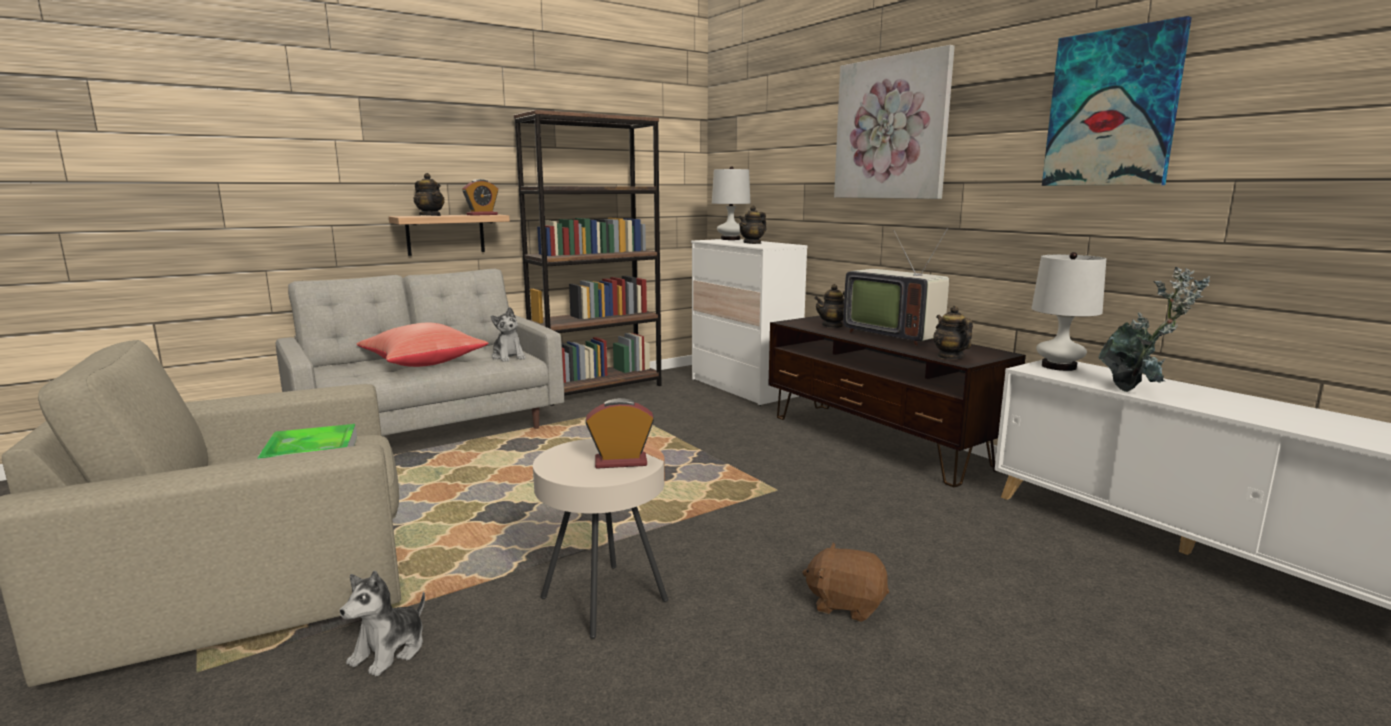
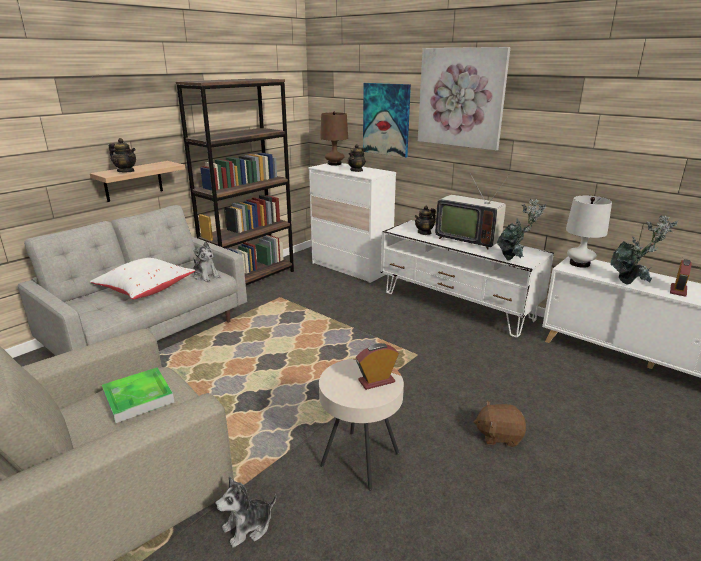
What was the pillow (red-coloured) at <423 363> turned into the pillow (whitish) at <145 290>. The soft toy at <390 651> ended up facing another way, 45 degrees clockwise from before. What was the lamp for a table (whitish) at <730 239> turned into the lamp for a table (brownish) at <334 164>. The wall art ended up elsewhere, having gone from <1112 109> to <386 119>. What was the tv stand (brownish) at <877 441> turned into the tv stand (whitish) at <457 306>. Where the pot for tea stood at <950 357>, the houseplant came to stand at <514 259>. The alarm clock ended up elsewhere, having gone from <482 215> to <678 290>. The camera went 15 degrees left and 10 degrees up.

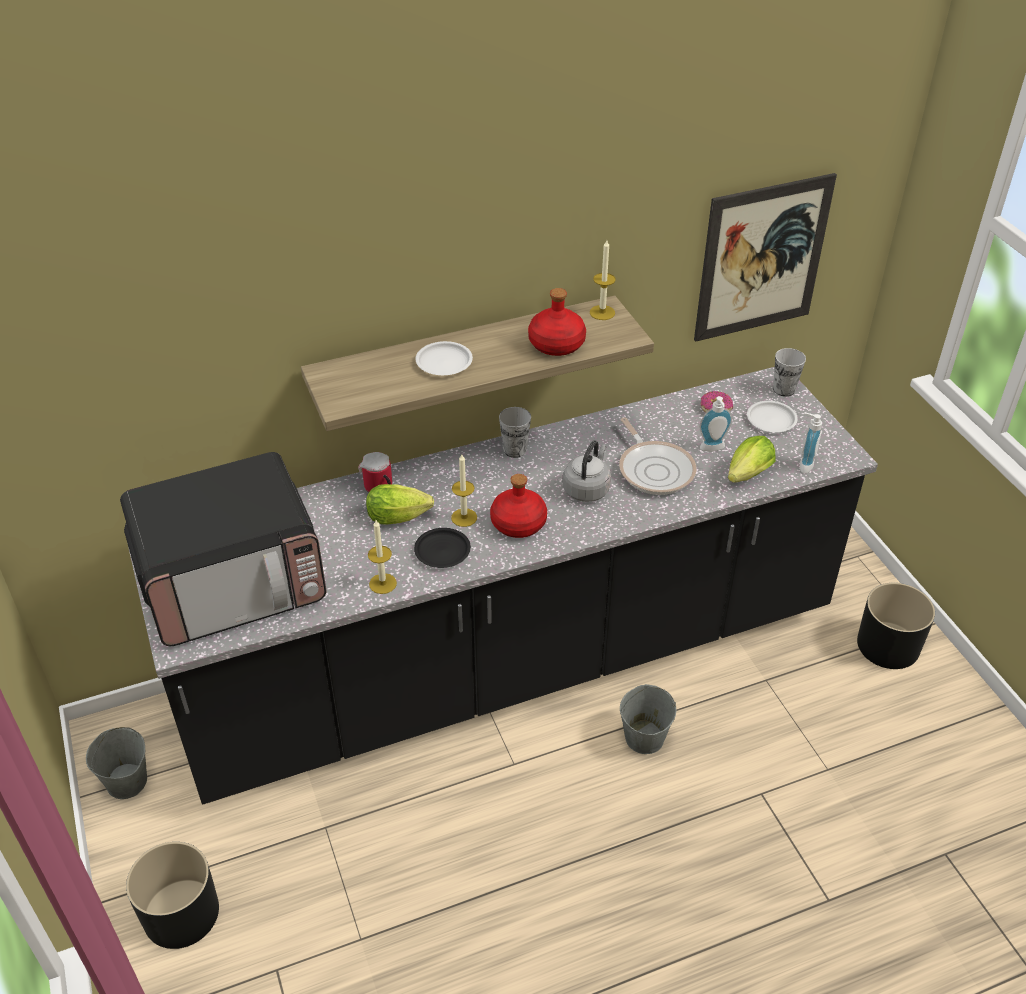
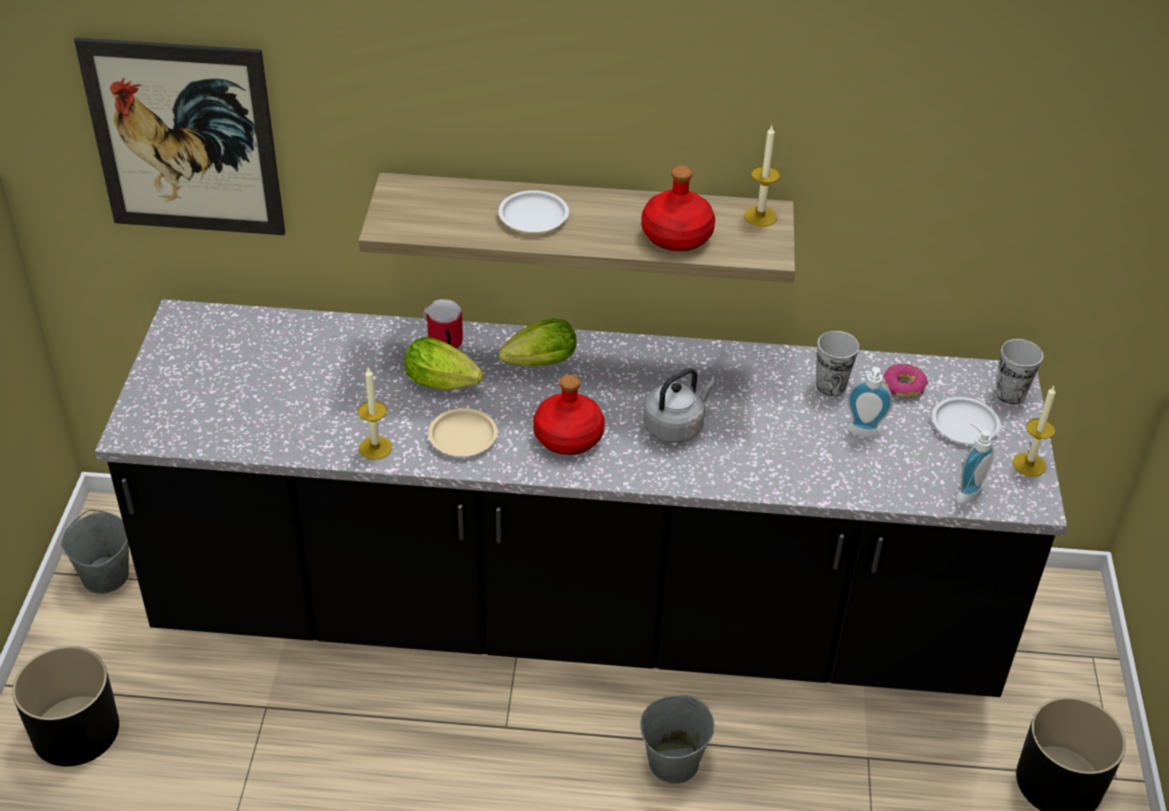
The wall art ended up elsewhere, having gone from <762 259> to <184 139>. What was the dinner plate (black-coloured) at <442 551> turned into the dinner plate (beige) at <462 436>. The head of lettuce ended up elsewhere, having gone from <746 476> to <536 364>. The cup ended up elsewhere, having gone from <515 450> to <831 385>. The wax candle ended up elsewhere, having gone from <464 517> to <1029 464>. The second view lost the microwave oven at <233 581>. The second view lost the frying pan at <655 469>. The camera went 25 degrees right and 0 degrees up.

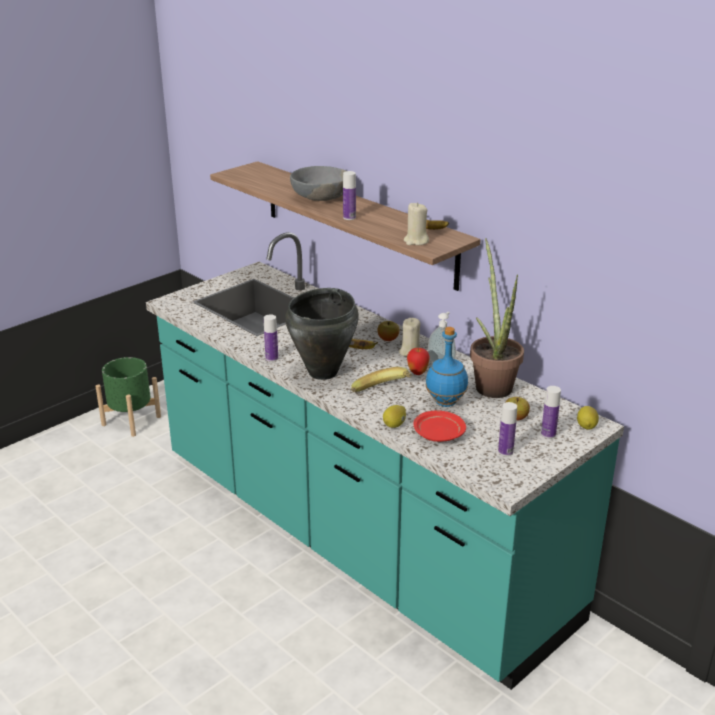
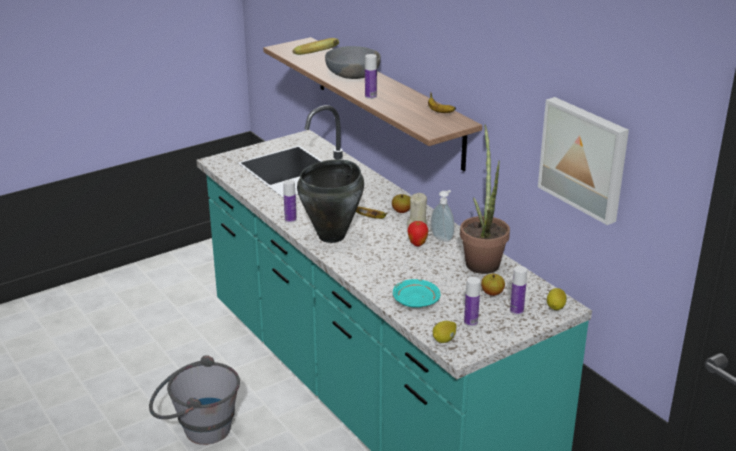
The second view gained the bucket (greyish) at <197 429>. The whole banana ended up elsewhere, having gone from <384 393> to <318 57>. What was the dinner plate (red-coloured) at <438 434> turned into the dinner plate (turquoise-coloured) at <415 300>. The citrus fruit ended up elsewhere, having gone from <394 425> to <444 340>. The second view gained the wall art at <585 158>. The second view lost the flower pot (greenish) at <131 420>. The second view lost the wax candle (beige) at <416 241>. The second view lost the bottle (bluish) at <446 403>. The camera went 10 degrees right and 0 degrees up.

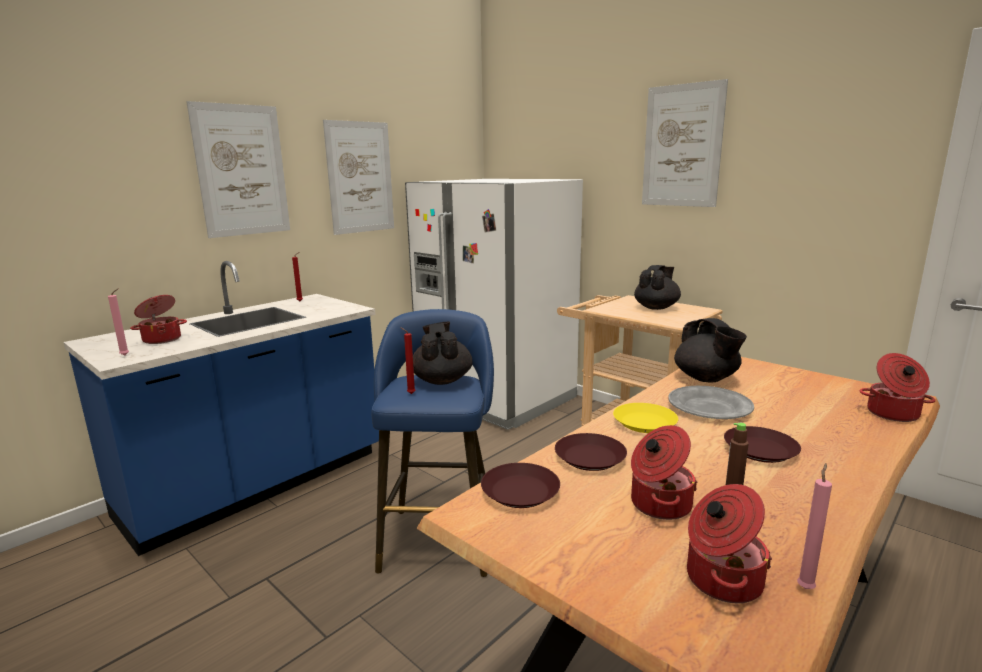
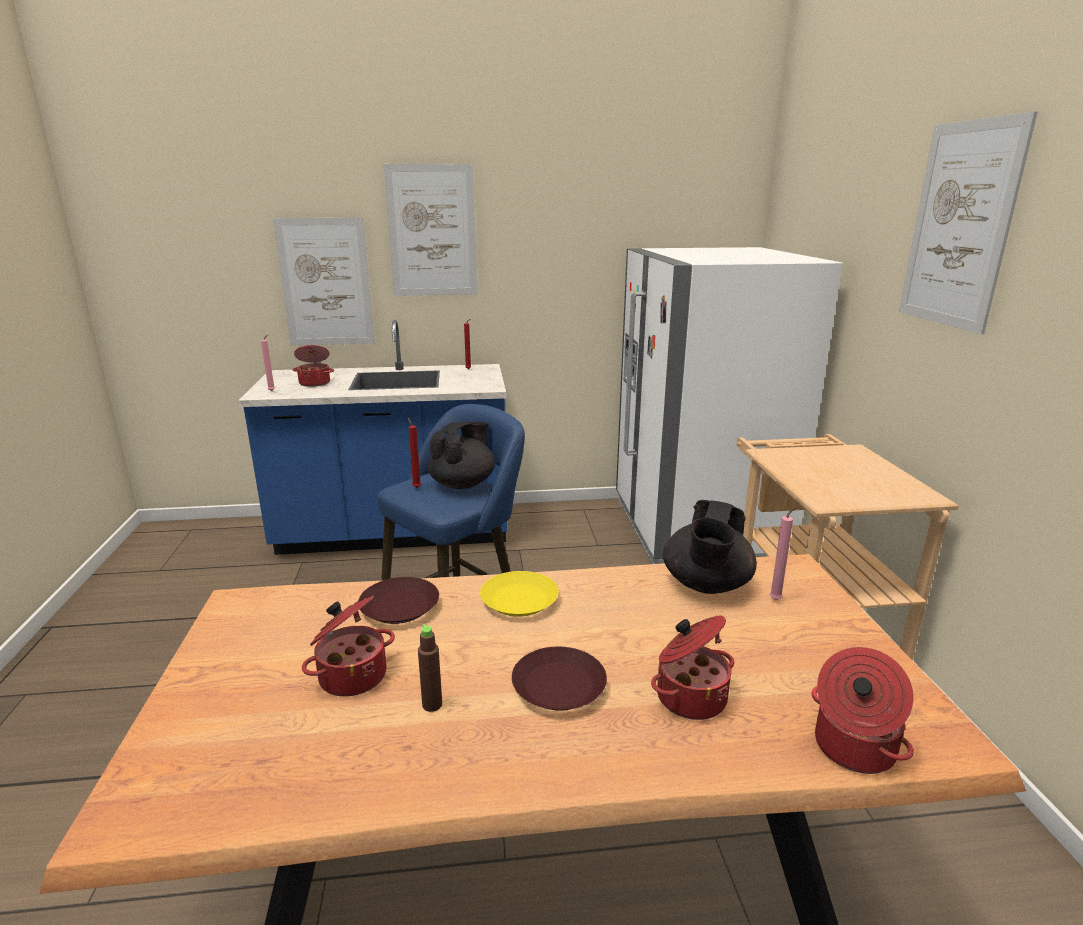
The wall art ended up elsewhere, having gone from <360 177> to <326 283>. The saucepot ended up elsewhere, having gone from <721 579> to <689 696>. The wax candle (pinkish) ended up elsewhere, having gone from <805 587> to <777 599>. The second view lost the dinner plate (brownish) at <521 491>. The second view lost the pot for tea (black-coloured) at <656 307>. The second view lost the dinner plate (greyish) at <709 407>. The camera went 40 degrees right and 5 degrees up.

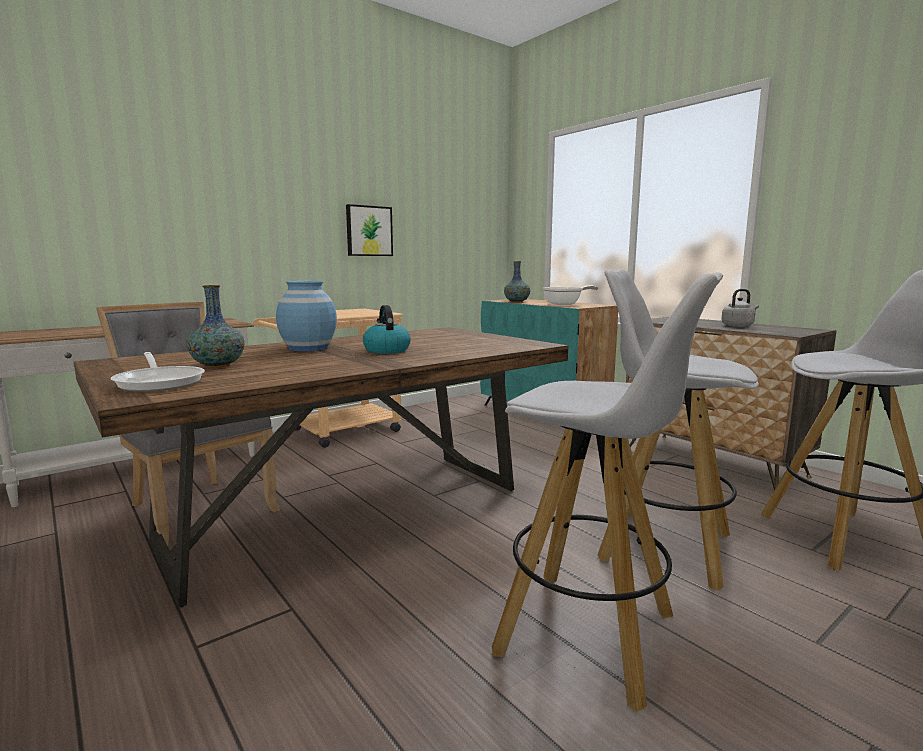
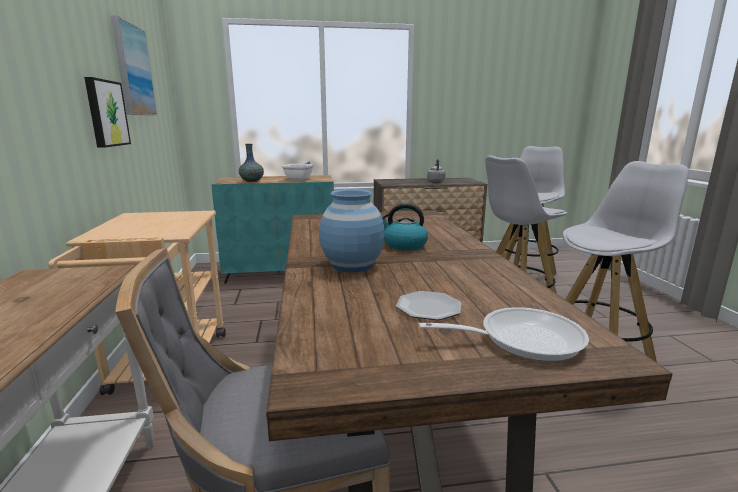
The second view gained the wall art at <133 70>. Where the vase stood at <217 365>, the dinner plate came to stand at <428 308>. The camera went 60 degrees left and 5 degrees up.

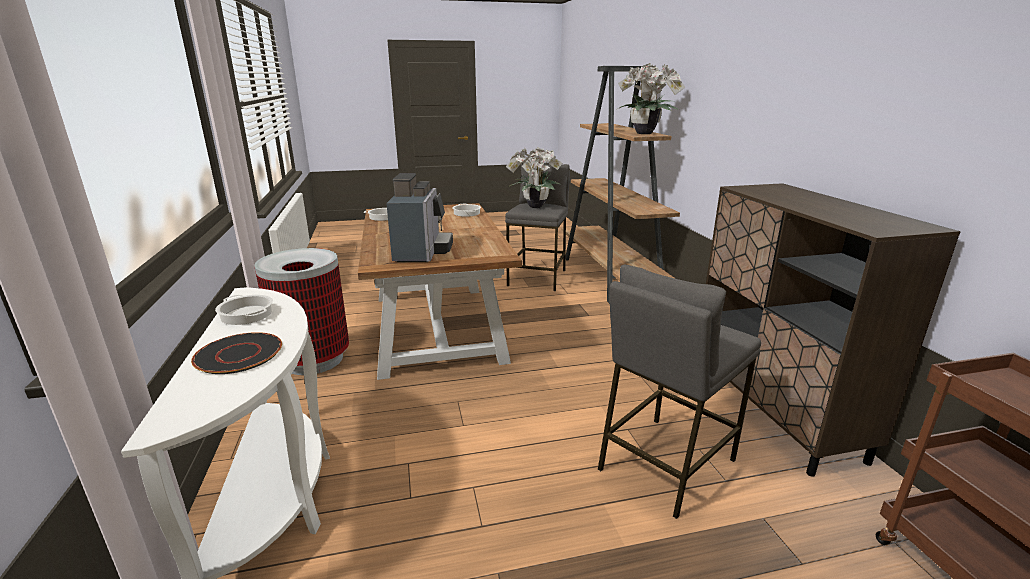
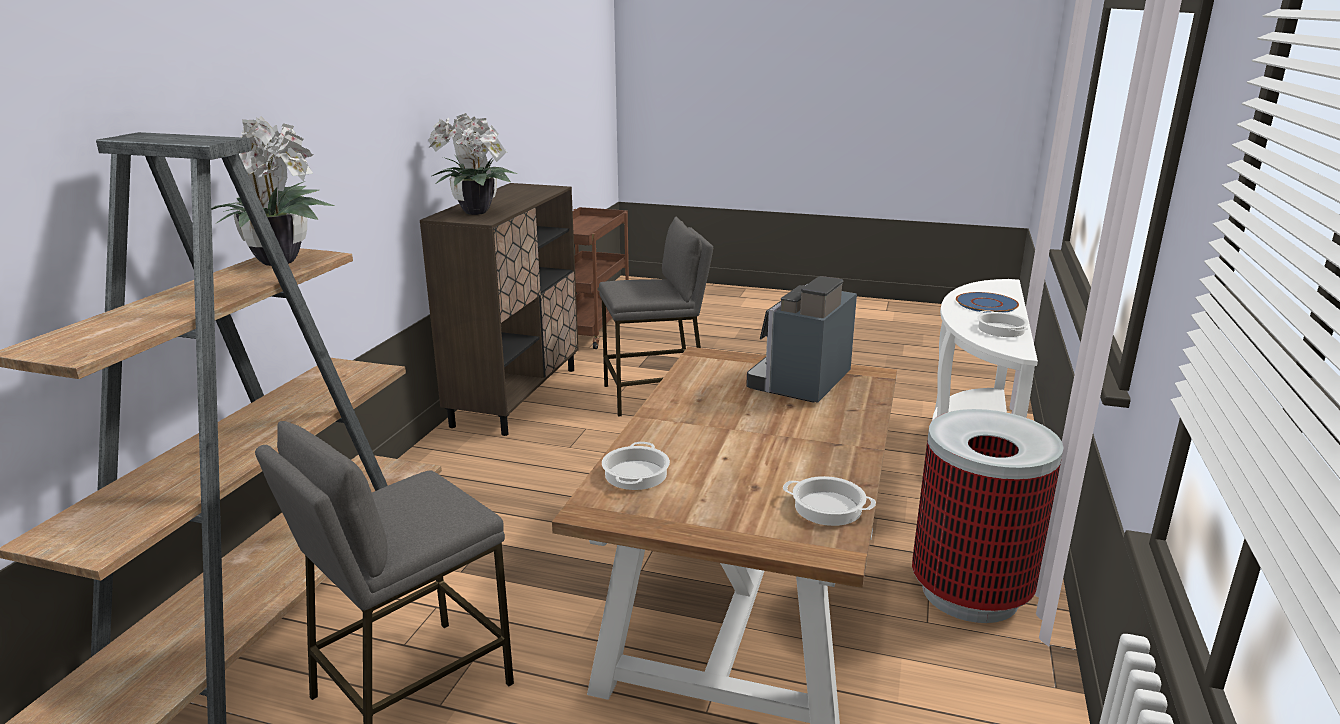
The houseplant ended up elsewhere, having gone from <534 206> to <477 213>. What was the dinner plate (black-coloured) at <238 354> turned into the dinner plate (bluish) at <986 304>. The camera went 150 degrees left and 0 degrees up.

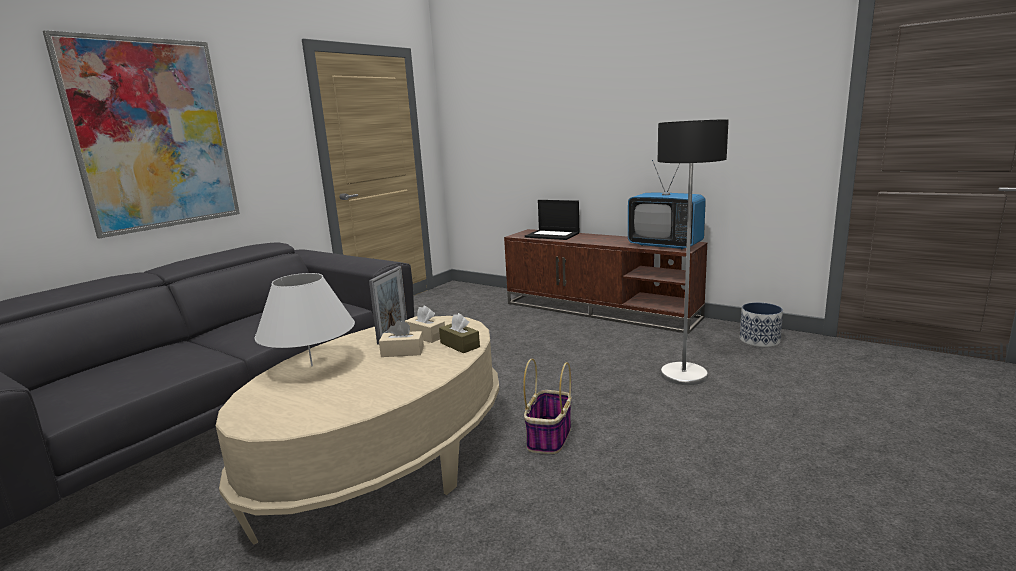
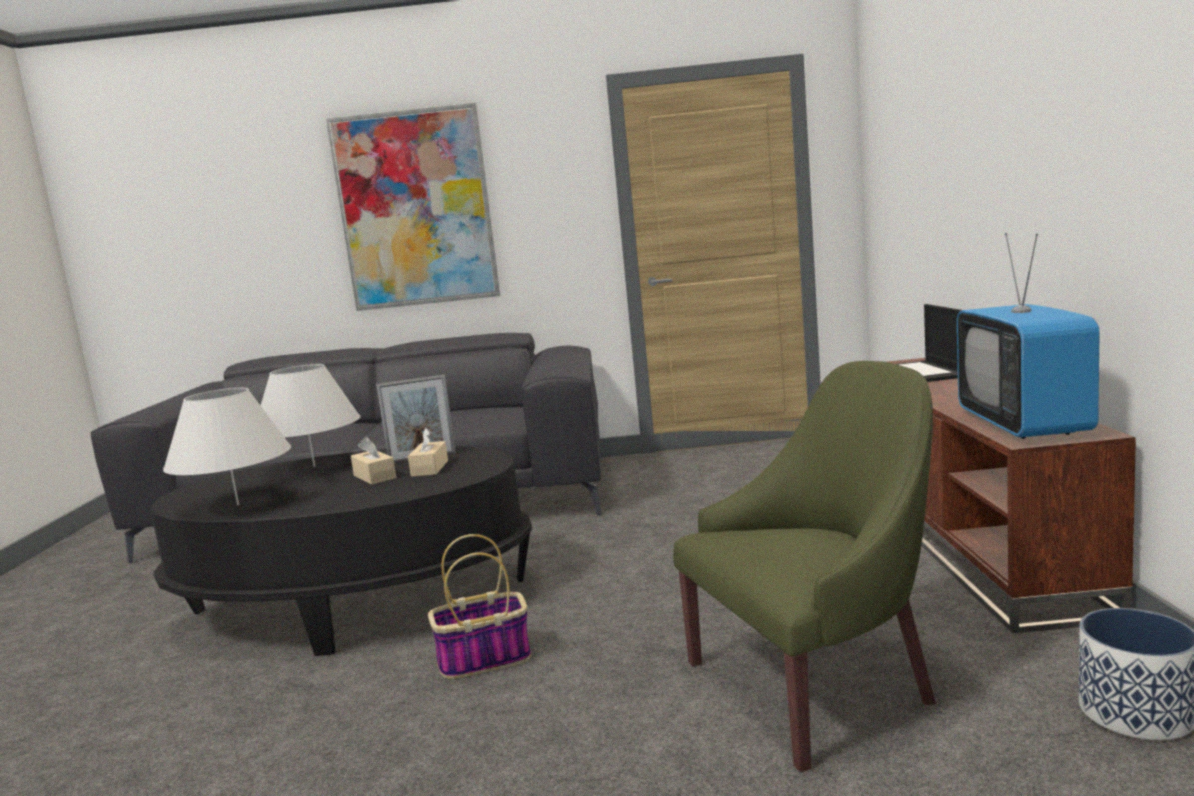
What was the coffee table (beige) at <385 463> turned into the coffee table (black-coloured) at <356 603>. The second view gained the lamp for a table (whitish) at <238 504>. Where the standard lamp stood at <684 374>, the lounge chair (greenish) came to stand at <815 686>. The second view lost the tissue box (brownish) at <460 345>. The camera went 55 degrees right and 5 degrees down.

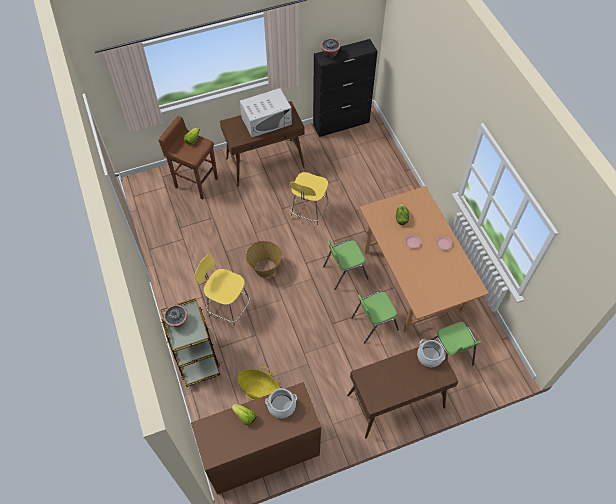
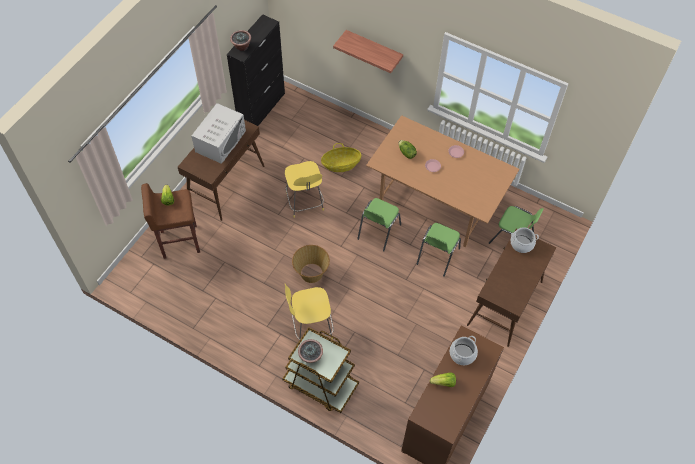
The basket ended up elsewhere, having gone from <259 389> to <341 165>. The second view gained the shelf at <374 49>. The camera went 40 degrees left and 0 degrees up.

